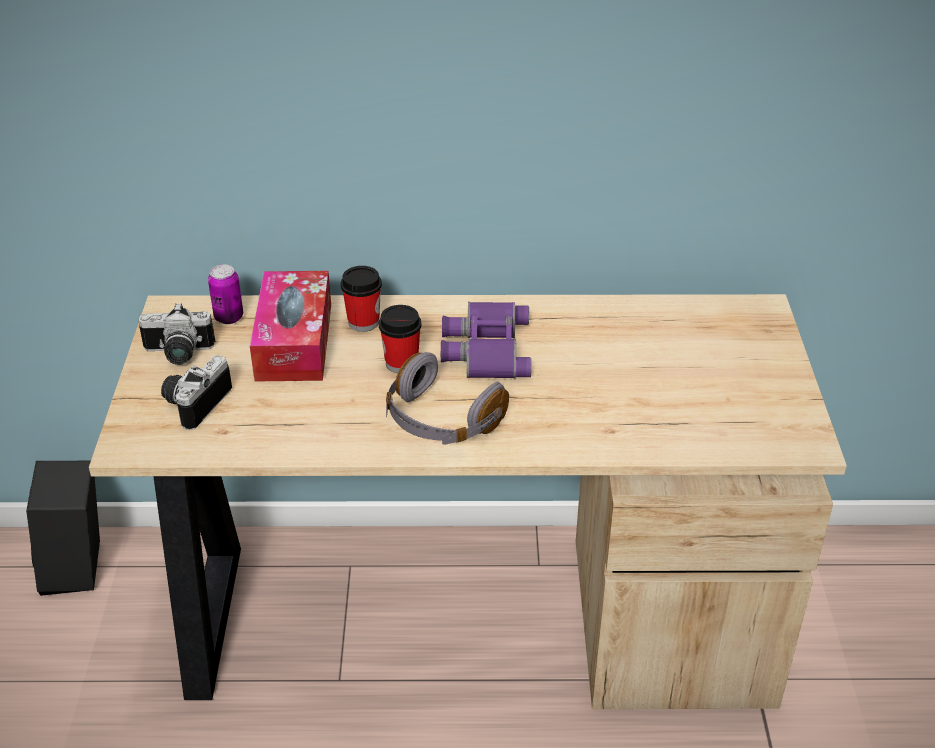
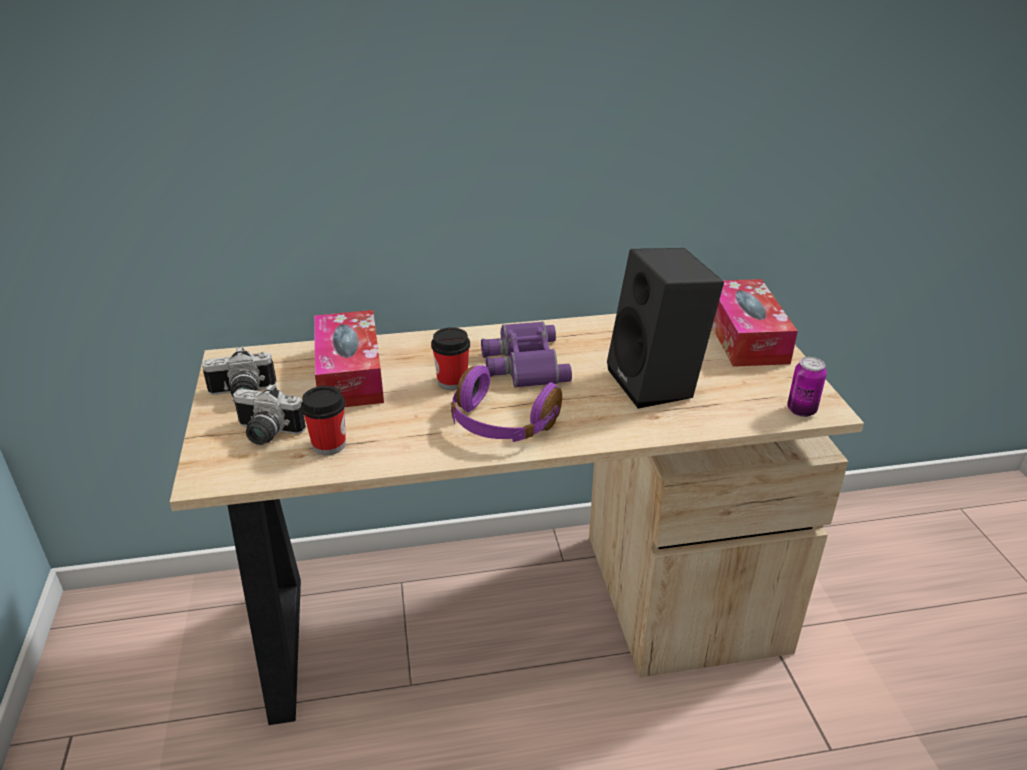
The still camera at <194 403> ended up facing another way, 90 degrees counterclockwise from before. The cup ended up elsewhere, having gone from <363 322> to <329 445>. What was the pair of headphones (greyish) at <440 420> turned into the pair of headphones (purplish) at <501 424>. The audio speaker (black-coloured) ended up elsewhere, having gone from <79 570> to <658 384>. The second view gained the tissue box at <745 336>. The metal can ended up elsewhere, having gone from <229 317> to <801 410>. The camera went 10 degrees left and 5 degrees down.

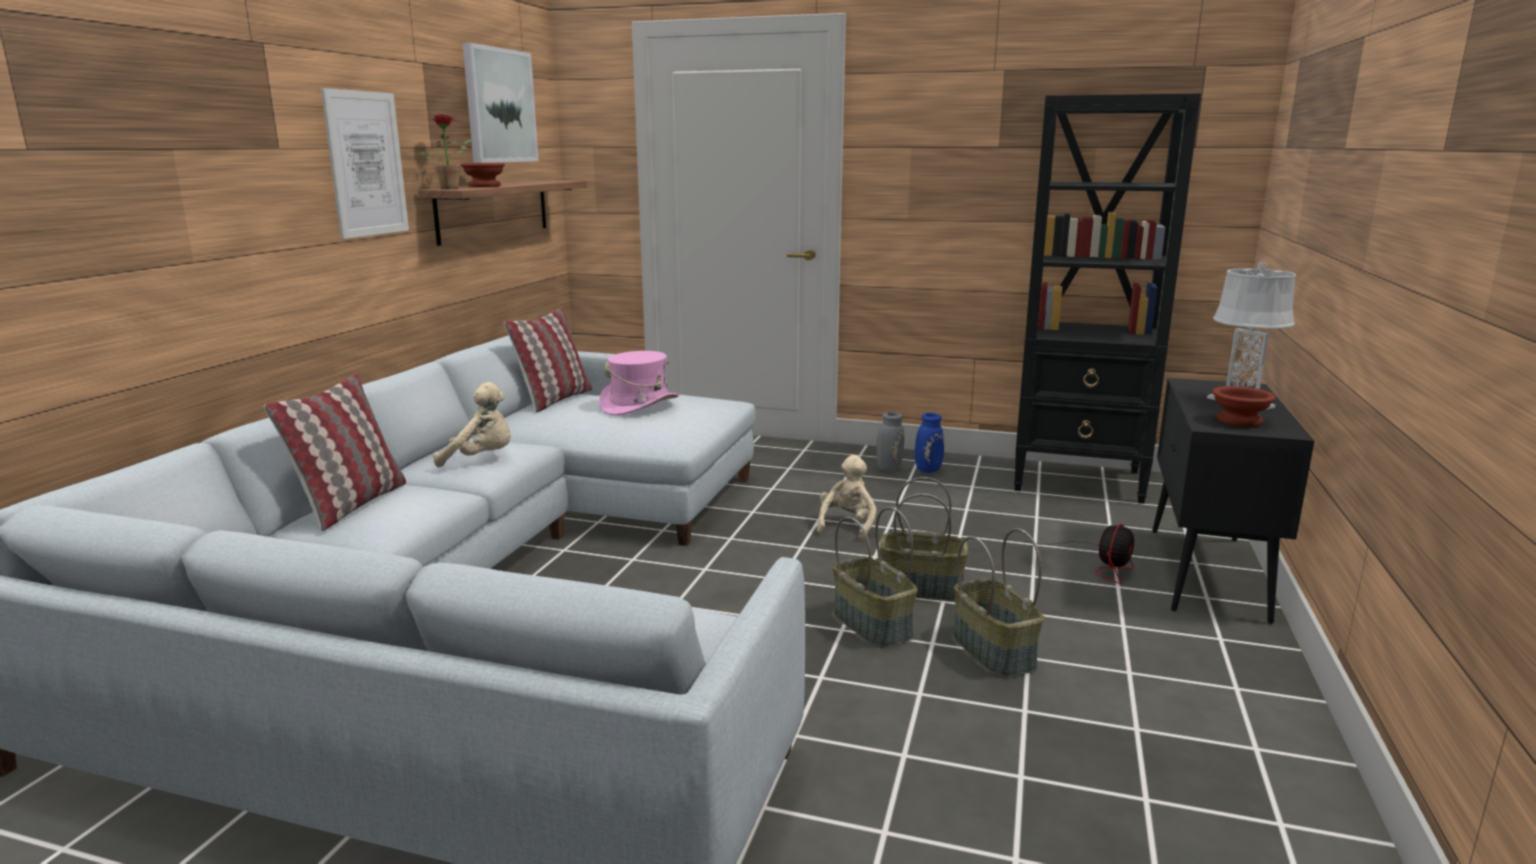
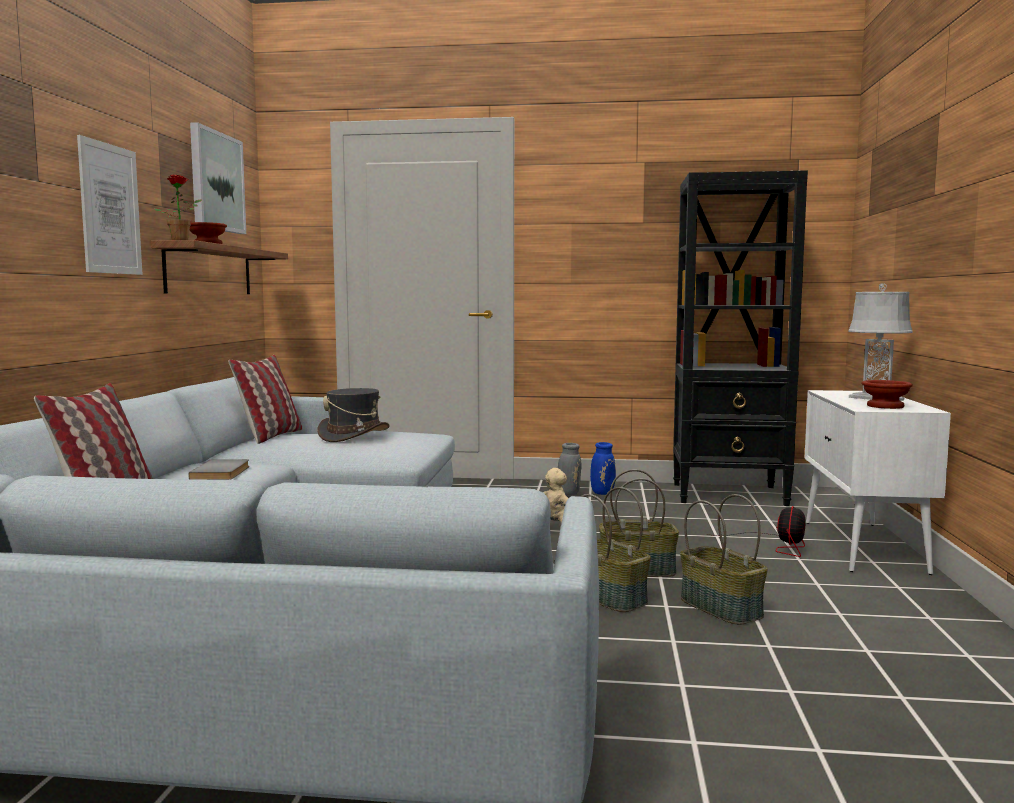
Where the soft toy (beige) stood at <481 459>, the bound book (greyish) came to stand at <223 472>. What was the hat (pinkish) at <639 405> turned into the hat (greyish) at <354 436>. What was the storage cabinet (black-coloured) at <1207 574> turned into the storage cabinet (whitish) at <863 547>. The camera went 10 degrees left and 10 degrees down.

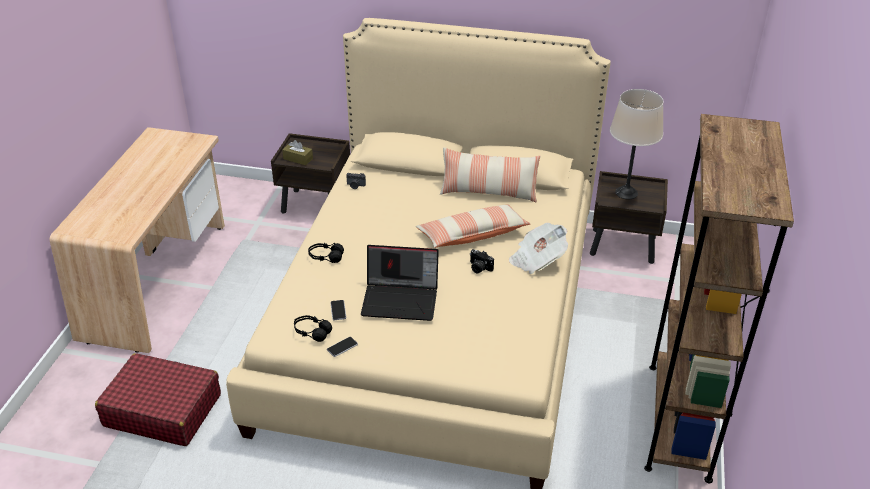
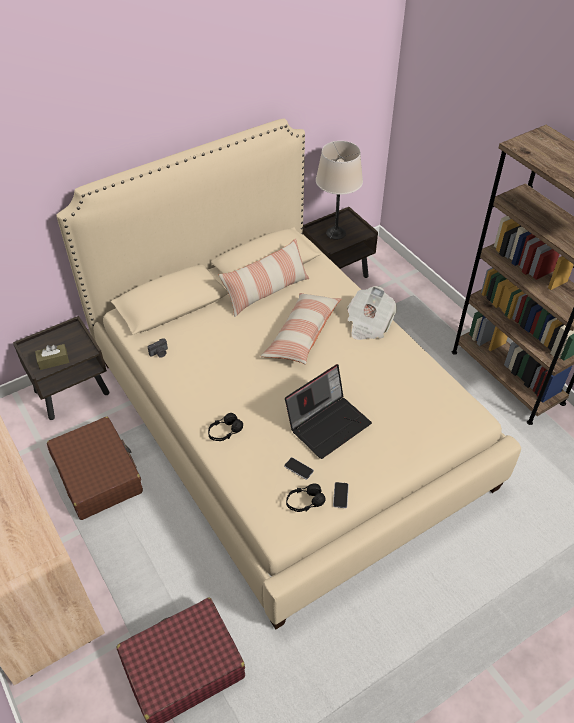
The second view gained the piece of luggage (brownish) at <98 475>. The second view lost the still camera at <479 268>. The camera went 45 degrees left and 10 degrees up.

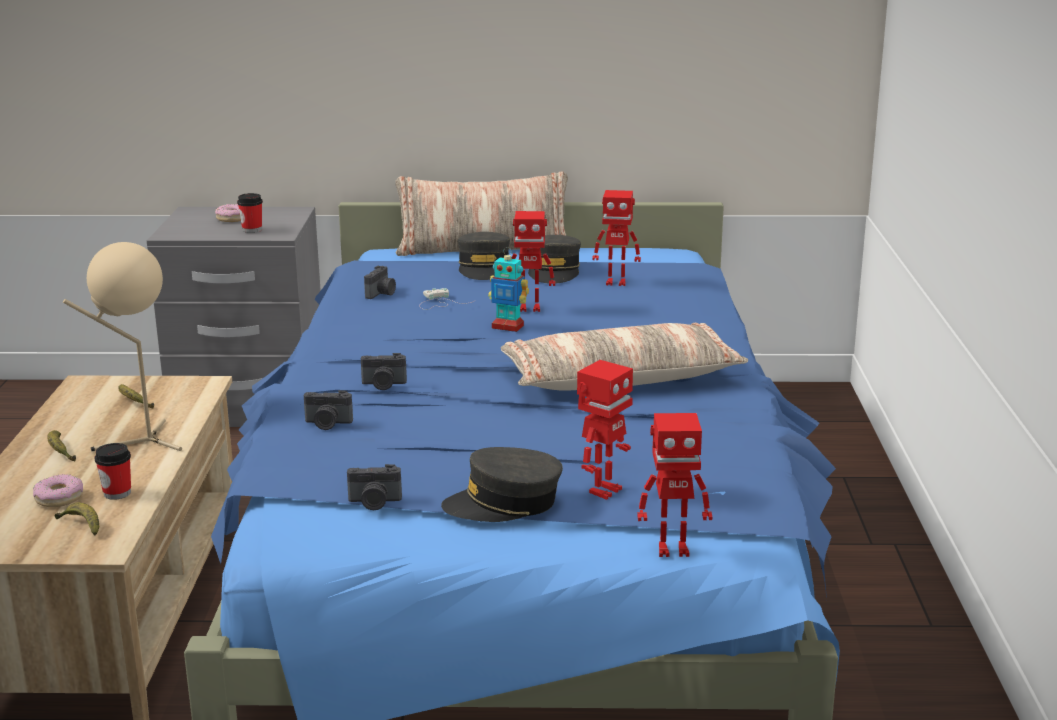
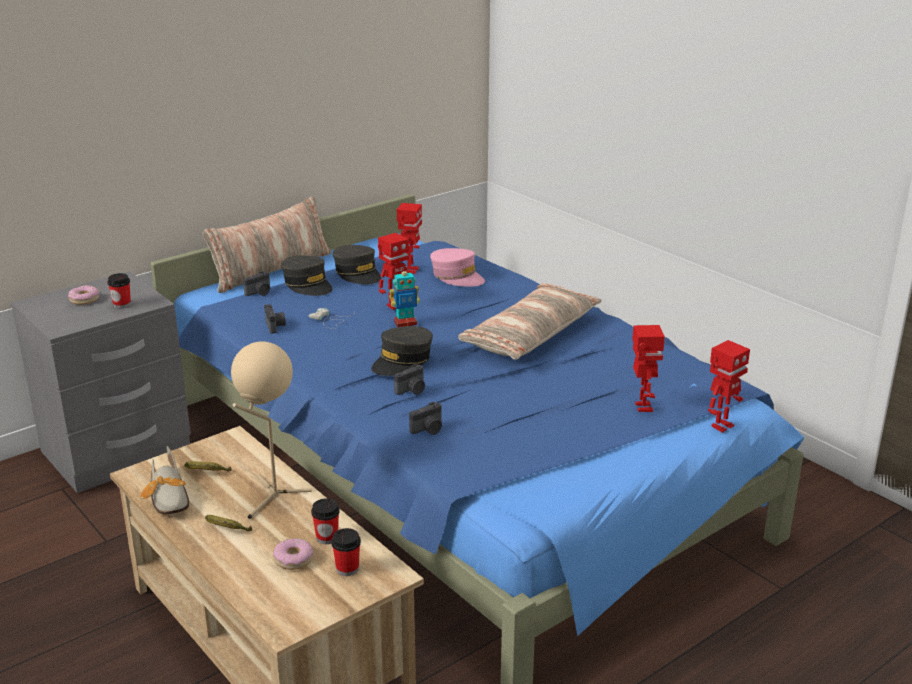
The second view gained the item of footwear at <169 497>. The still camera ended up elsewhere, having gone from <374 502> to <259 293>. Where the whole banana stood at <82 525>, the cup came to stand at <347 569>. The cap (greyish) ended up elsewhere, having gone from <504 503> to <402 361>. The toy robot at <616 282> ended up facing another way, 45 degrees counterclockwise from before. The second view gained the cap (pinkish) at <457 276>. The camera went 40 degrees left and 5 degrees up.

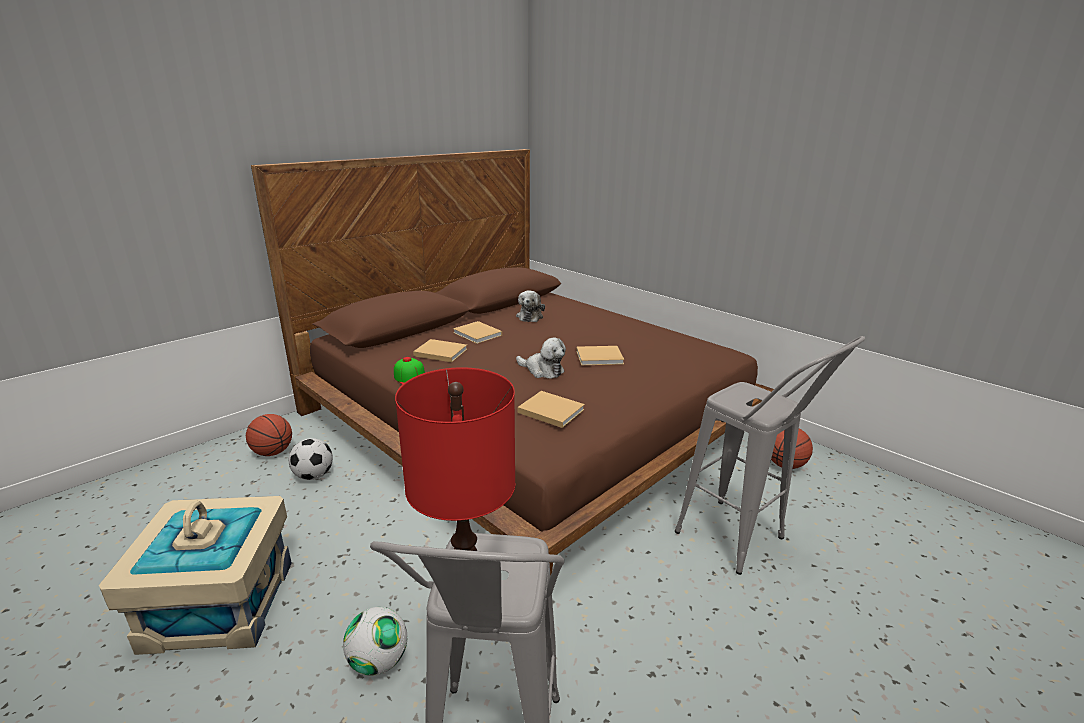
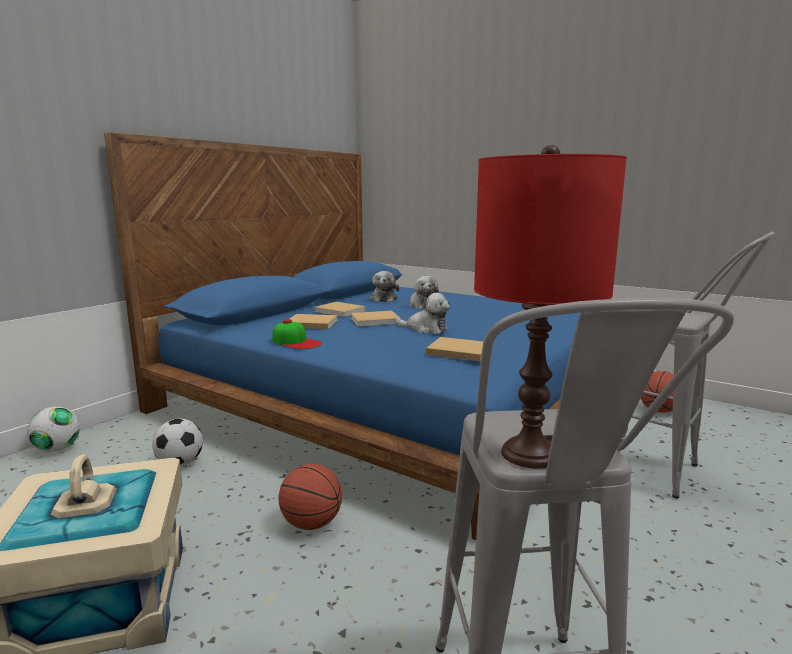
The ball for football ended up elsewhere, having gone from <378 661> to <57 449>. What was the bedroom bed (brownish) at <527 420> turned into the bedroom bed (bluish) at <396 398>. The ball for basketball ended up elsewhere, having gone from <273 452> to <312 523>. The bound book (beige) ended up elsewhere, having gone from <601 357> to <376 320>. The second view gained the soft toy at <422 305>. The camera went 10 degrees left and 10 degrees down.

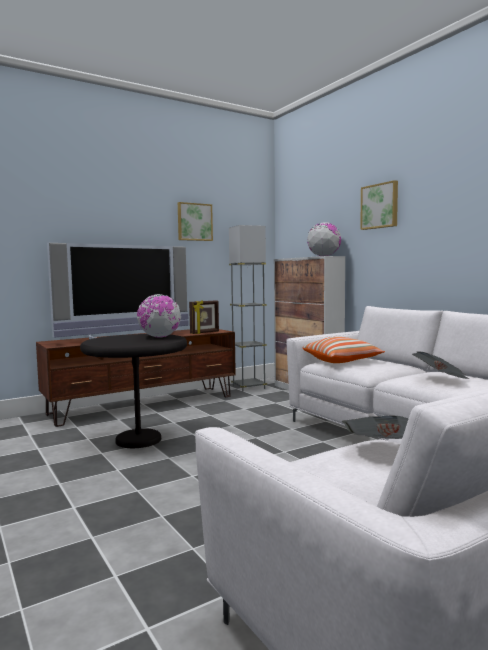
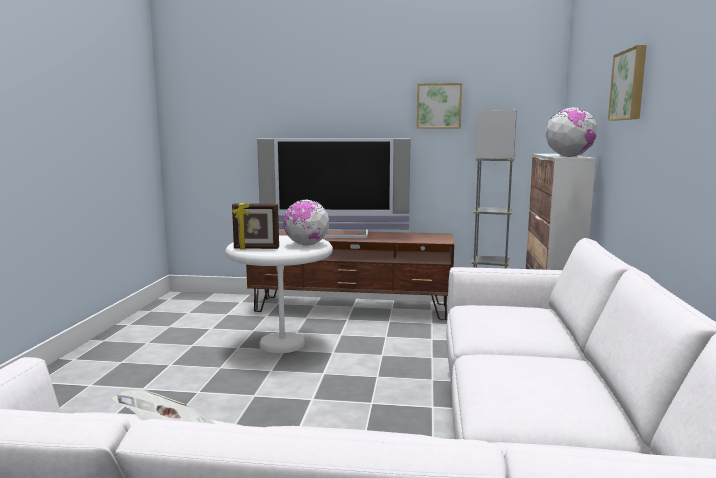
What was the end table (black-coloured) at <138 440> turned into the end table (whitish) at <282 344>. The photo frame ended up elsewhere, having gone from <205 332> to <256 248>. The second view lost the pillow at <341 361>. The second view lost the newspaper at <441 380>. The camera went 40 degrees right and 5 degrees up.

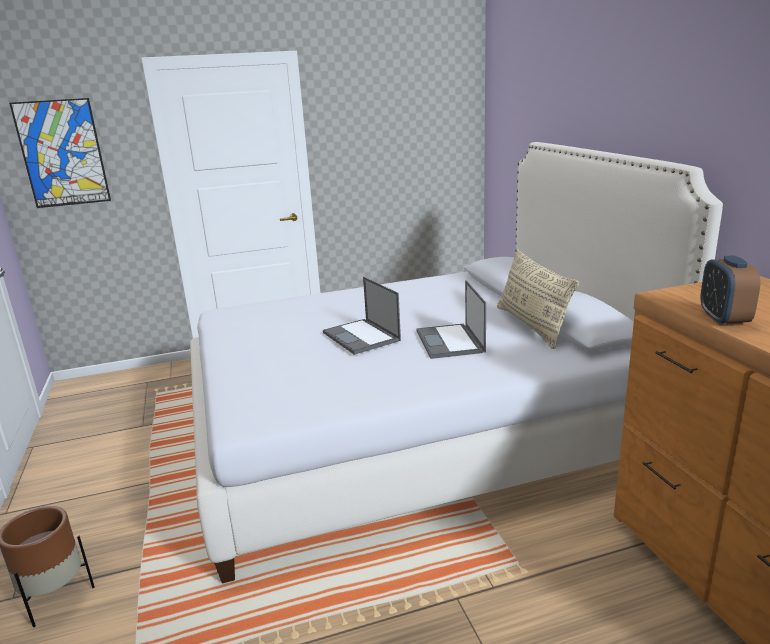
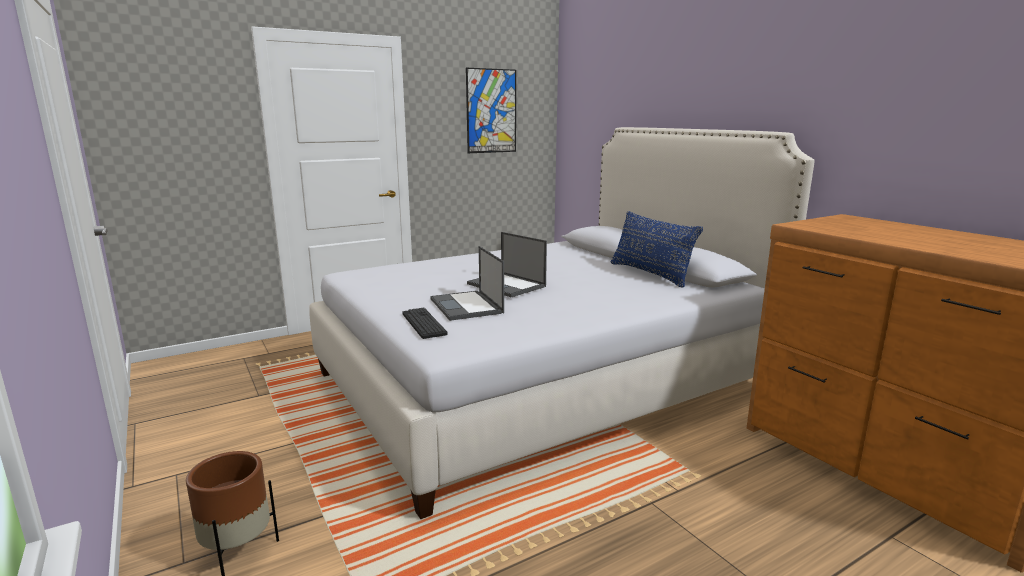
The second view gained the computer keyboard at <423 324>. The laptop ended up elsewhere, having gone from <450 342> to <467 306>. The wall art ended up elsewhere, having gone from <62 153> to <491 111>. What was the pillow (beige) at <531 325> turned into the pillow (bluish) at <650 274>. The second view lost the alarm clock at <723 319>. The camera went 15 degrees left and 5 degrees down.

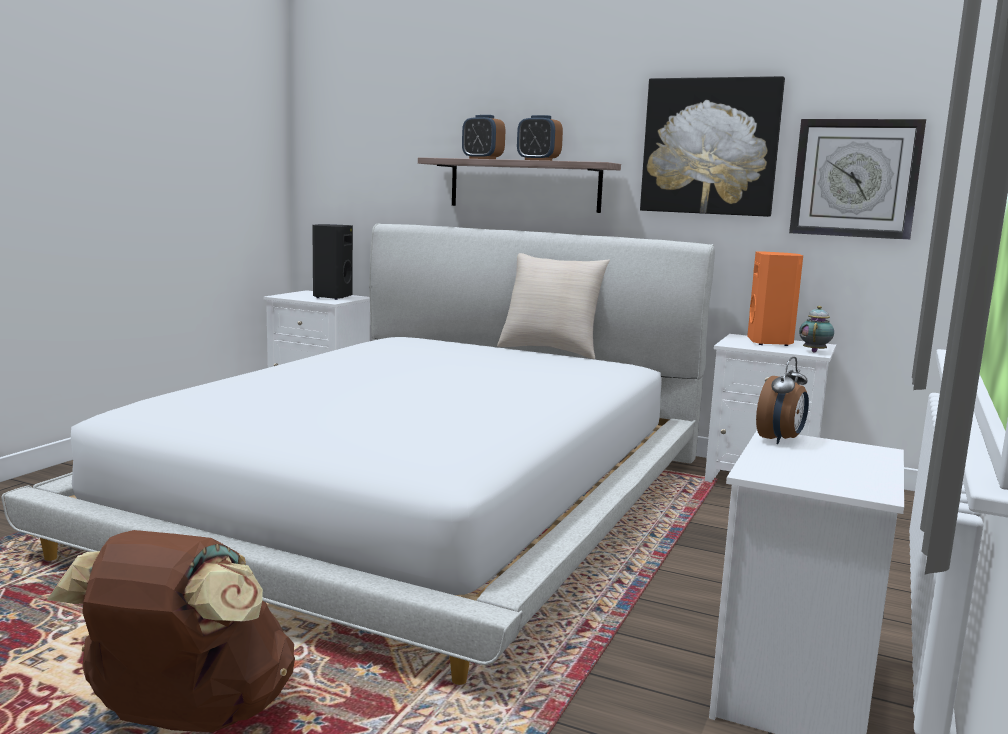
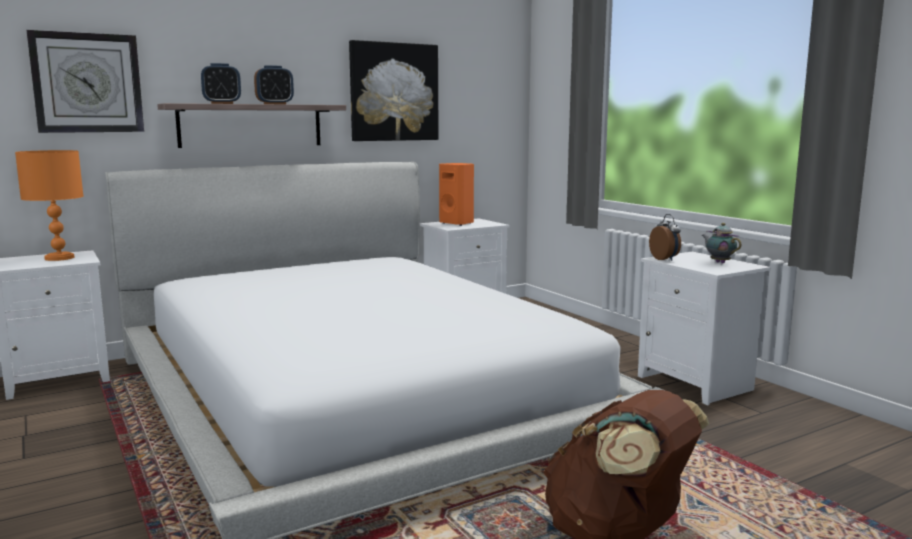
Where the audio speaker (black-coloured) stood at <331 297>, the lamp for a table (orangey) came to stand at <59 258>. The clock on the wall ended up elsewhere, having gone from <855 178> to <87 83>. The pot for tea ended up elsewhere, having gone from <814 351> to <719 262>. The second view lost the pillow (beige) at <551 350>. The camera went 55 degrees left and 0 degrees up.

